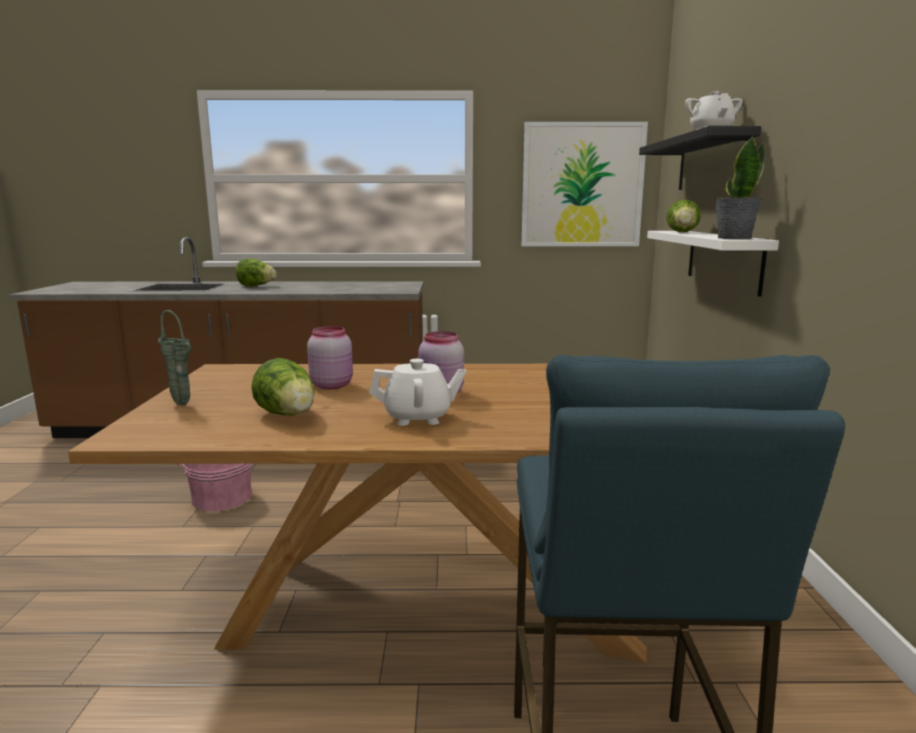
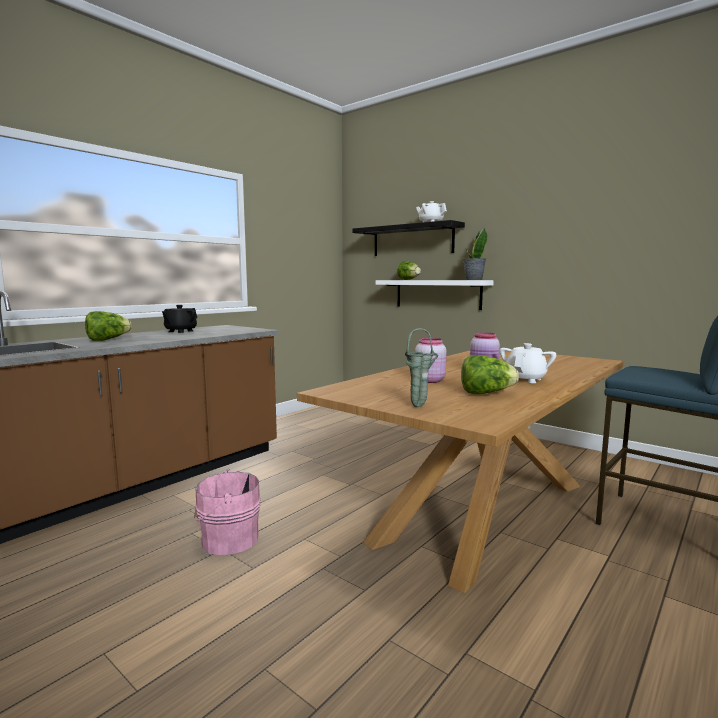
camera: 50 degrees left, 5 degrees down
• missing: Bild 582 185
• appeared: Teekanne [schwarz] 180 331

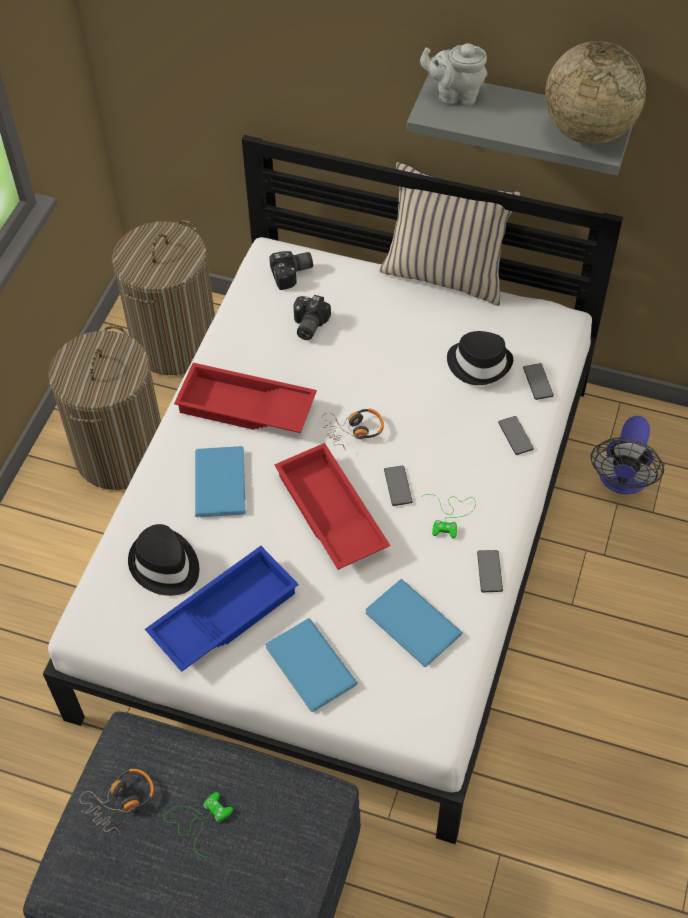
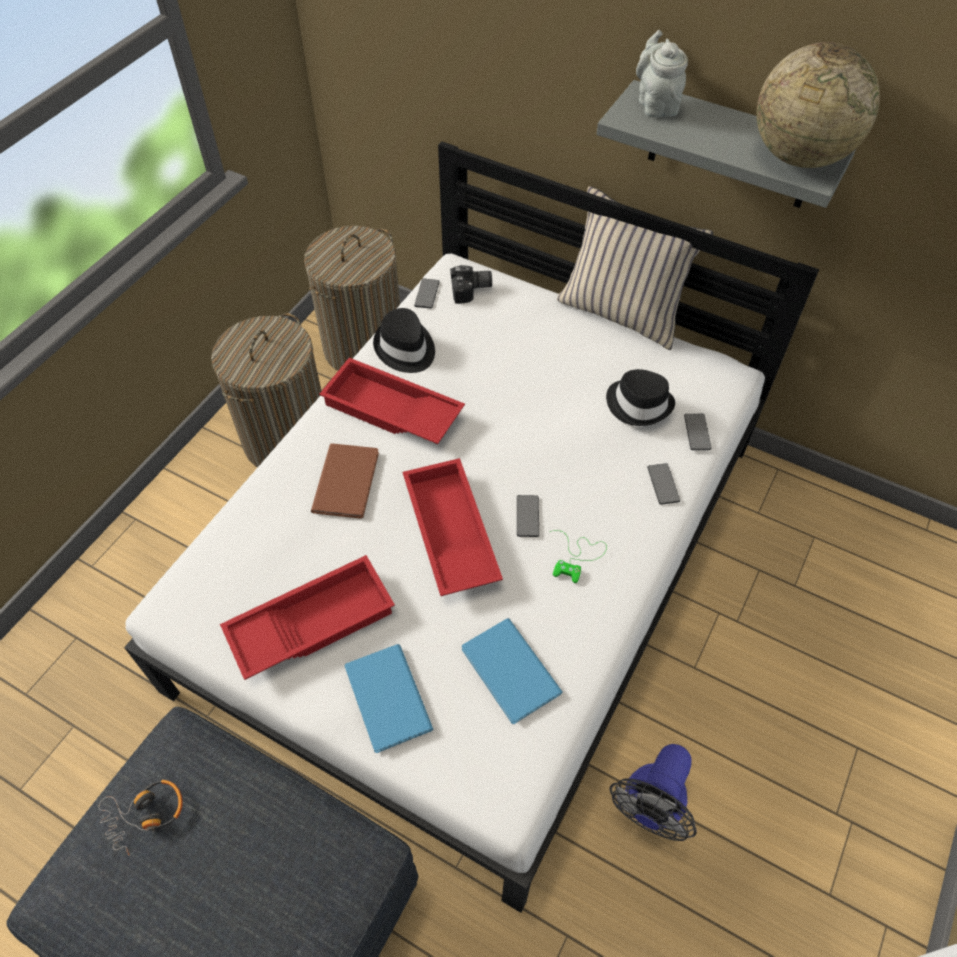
camera: 10 degrees right, 0 degrees up
• missing: Gamepad [grün] 197 820
• missing: Kamera 307 325
• missing: Kopfhörer 354 431
• relocated: Hut [schwarz] 164 565 to 405 349
• relocated: Handy 489 571 to 427 294
• relocated: Ventilator 622 481 to 651 807
• colour: Tablett [blau] 224 613 to Tablett [rot] 311 621
• colour: Buch [blau] 222 480 to Buch [braun] 349 480
• spun: Teekanne [grau] 455 95 = 656 104 60 degrees clockwise

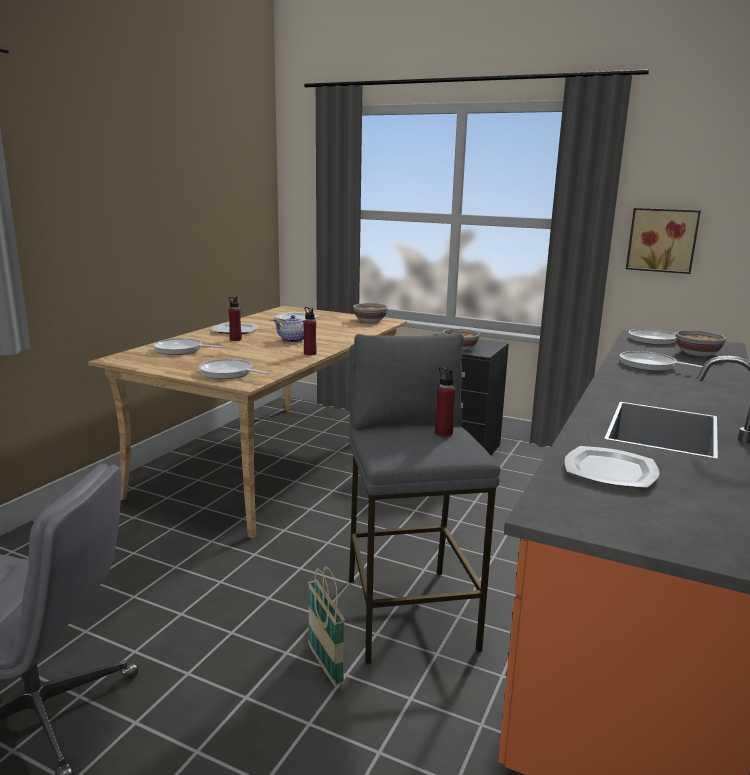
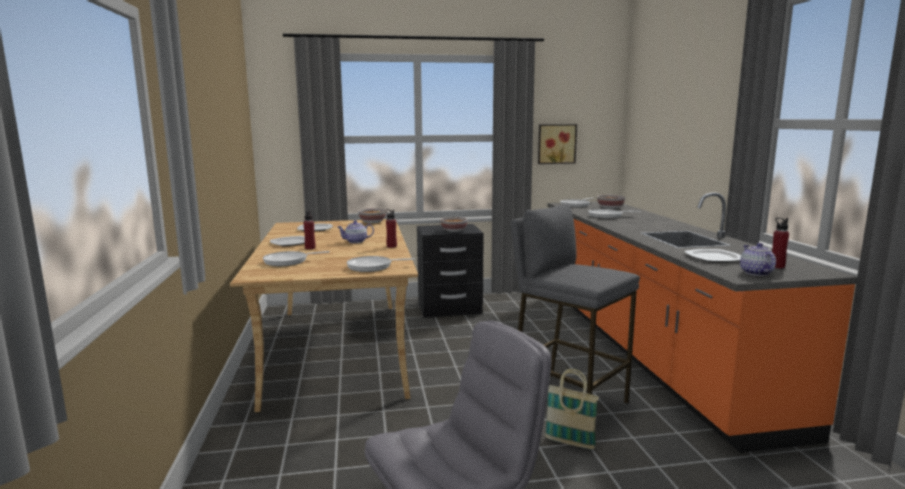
camera: 35 degrees left, 5 degrees down
• appeared: Teekanne 755 273
• relocated: Flasche [rot] 443 433 to 777 266

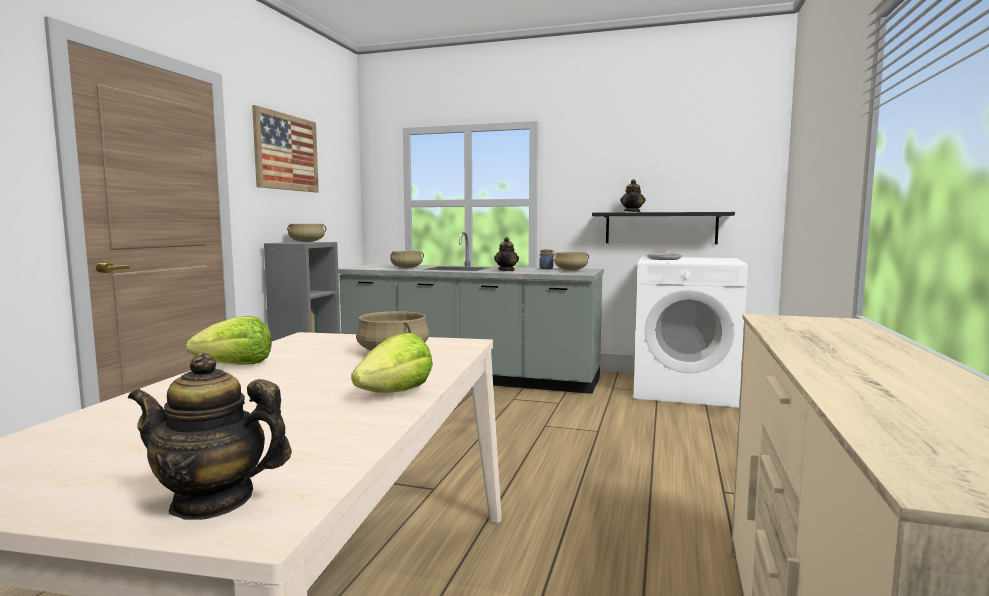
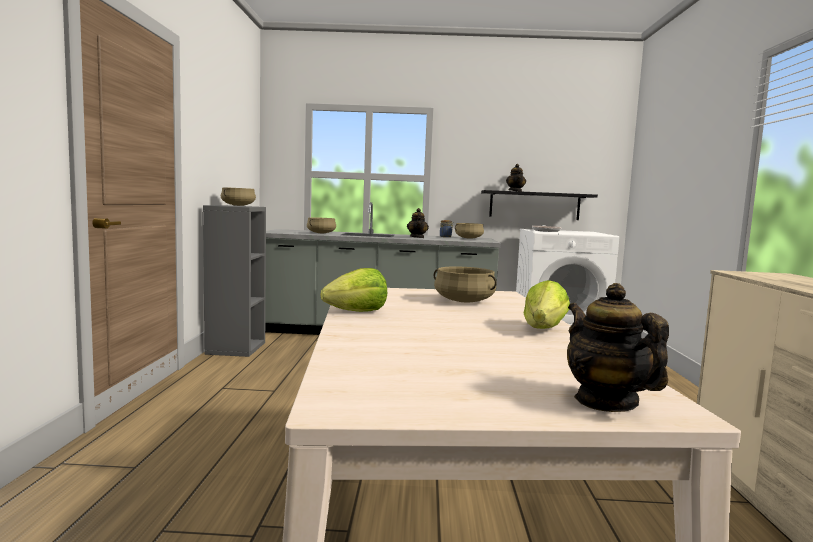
camera: 15 degrees left, 0 degrees up
• missing: Bild 286 152
• spun: Teekanne 212 501 = 606 402 75 degrees clockwise

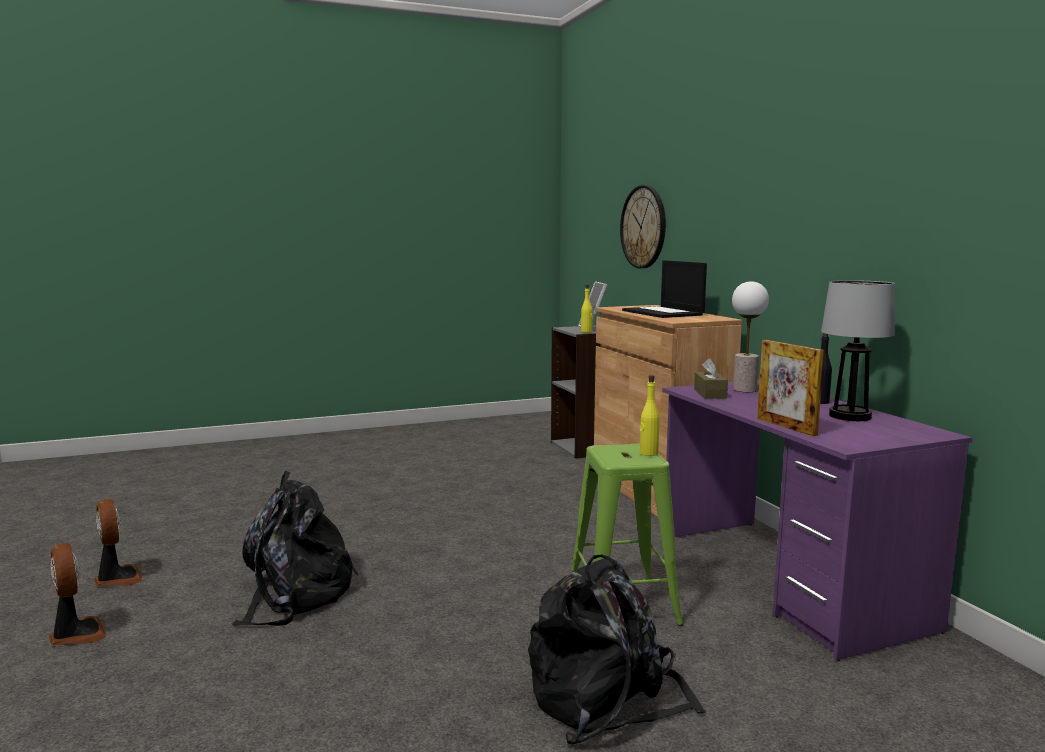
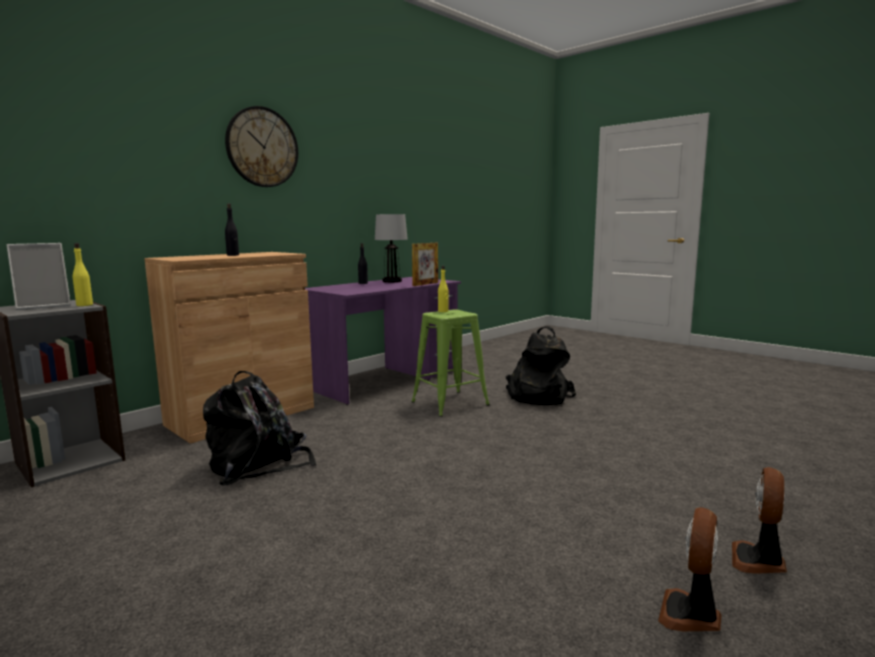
camera: 115 degrees left, 0 degrees up
• missing: Taschentuchbox [braun] 710 394
• missing: Tischlampe 745 389
• relocated: Rucksack [schwarz] 295 594 to 258 464
• relocated: Wanduhr 643 227 to 262 147
• exchanged: Laptop 663 313 to Flasche [schwarz] 233 255

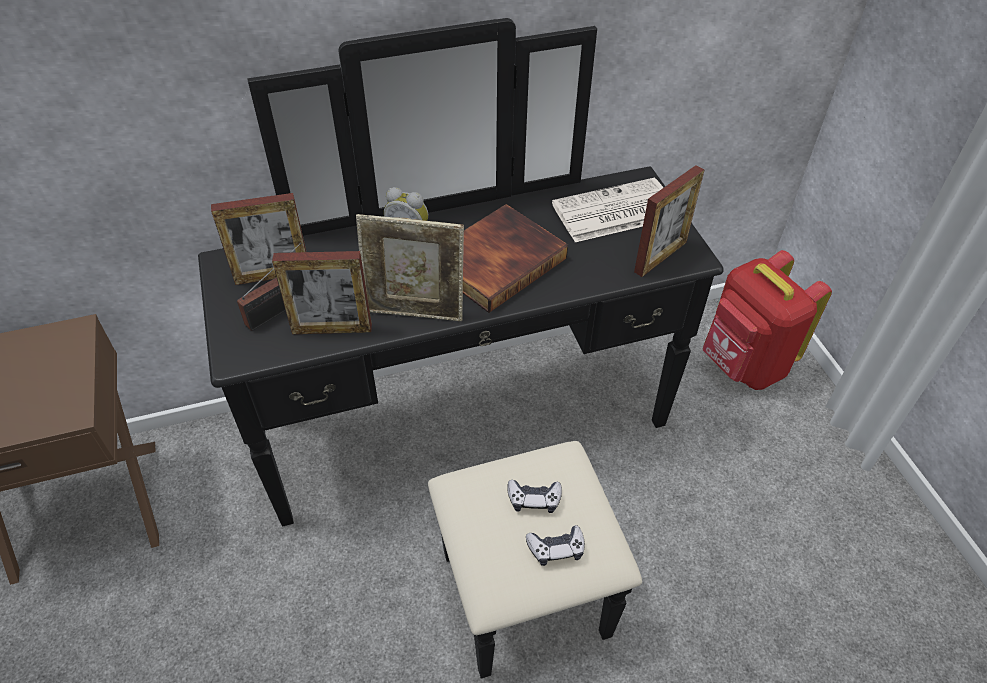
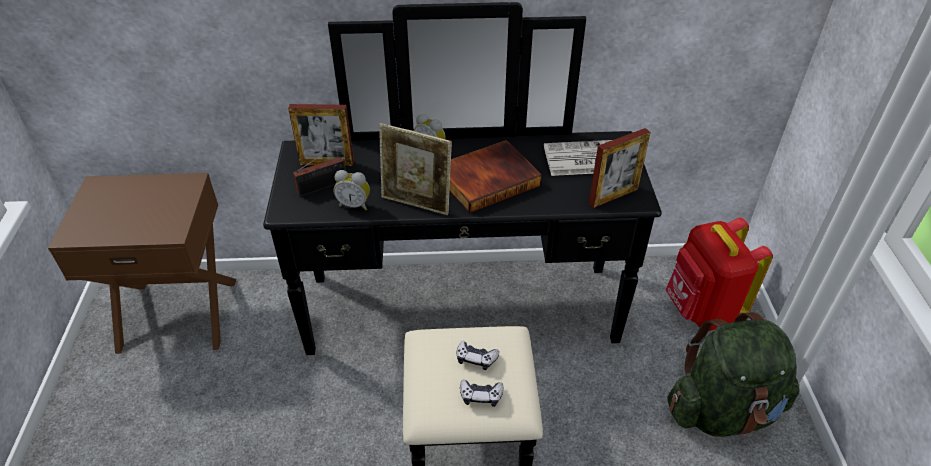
camera: 15 degrees right, 5 degrees down
• appeared: Rucksack [grün] 723 410
• exchanged: Bilderrahmen 332 329 to Wecker 354 205

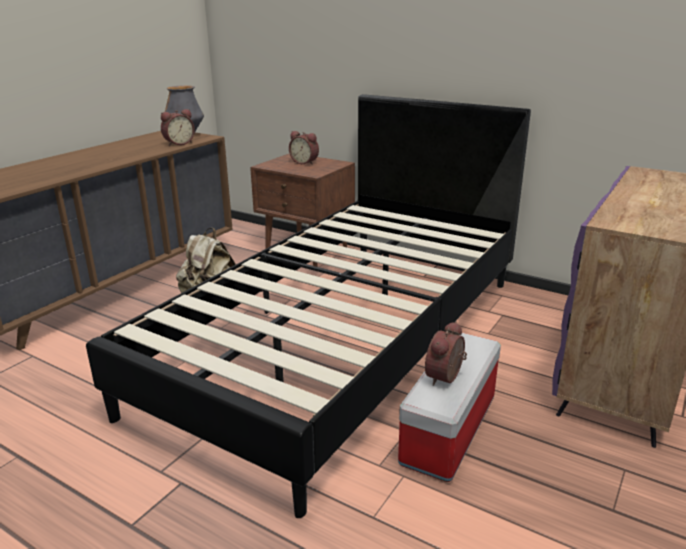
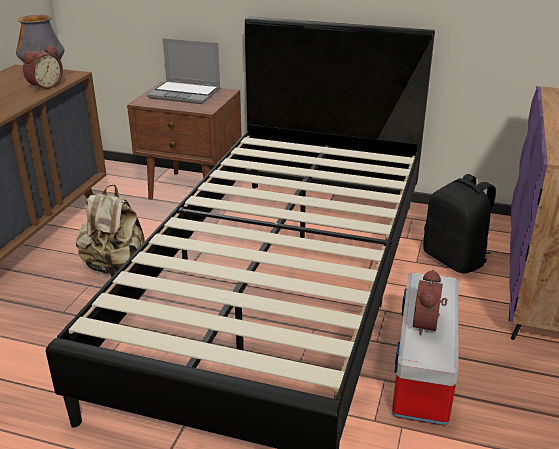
camera: 15 degrees left, 5 degrees up
• appeared: Rucksack [schwarz] 455 259
• exchanged: Wecker 305 162 to Laptop 186 94

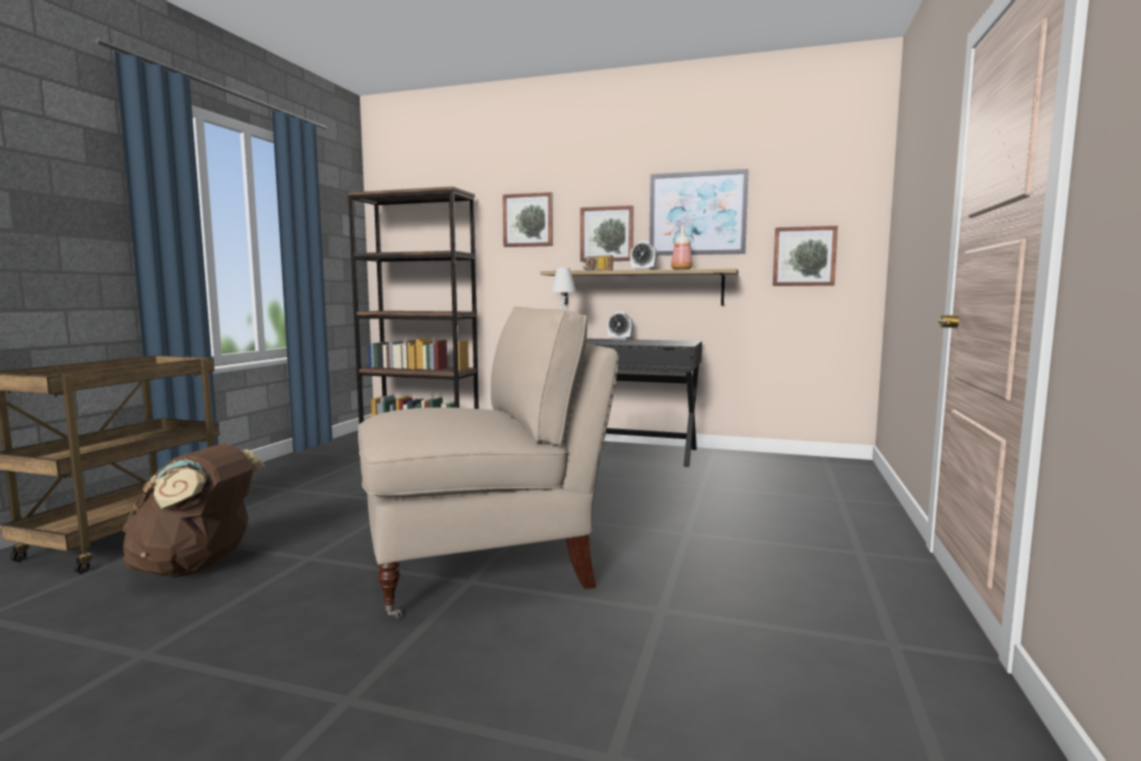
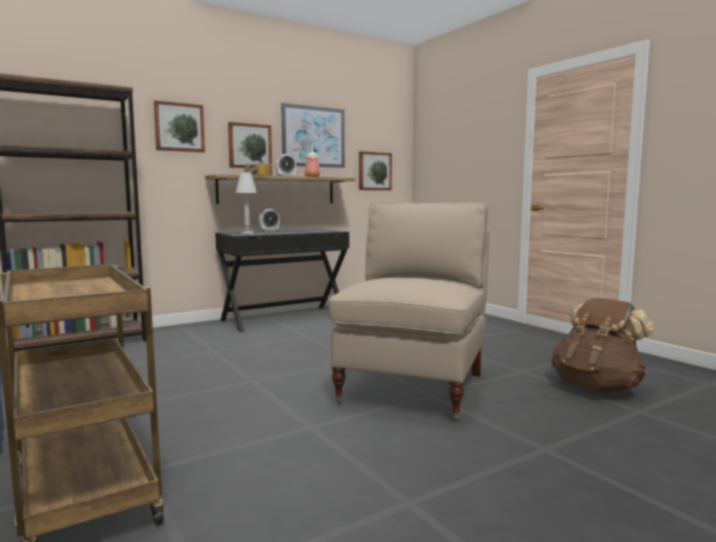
camera: 50 degrees left, 0 degrees up
• relocated: Rucksack [braun] 197 567 to 597 387

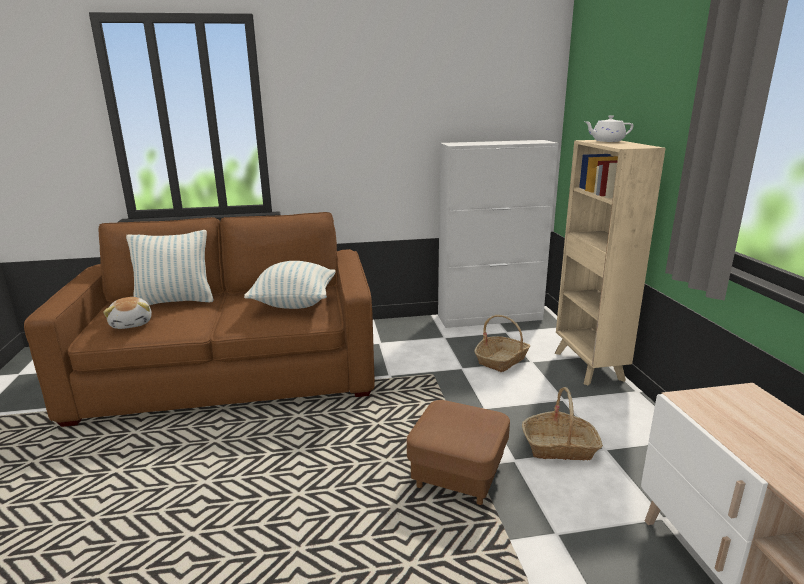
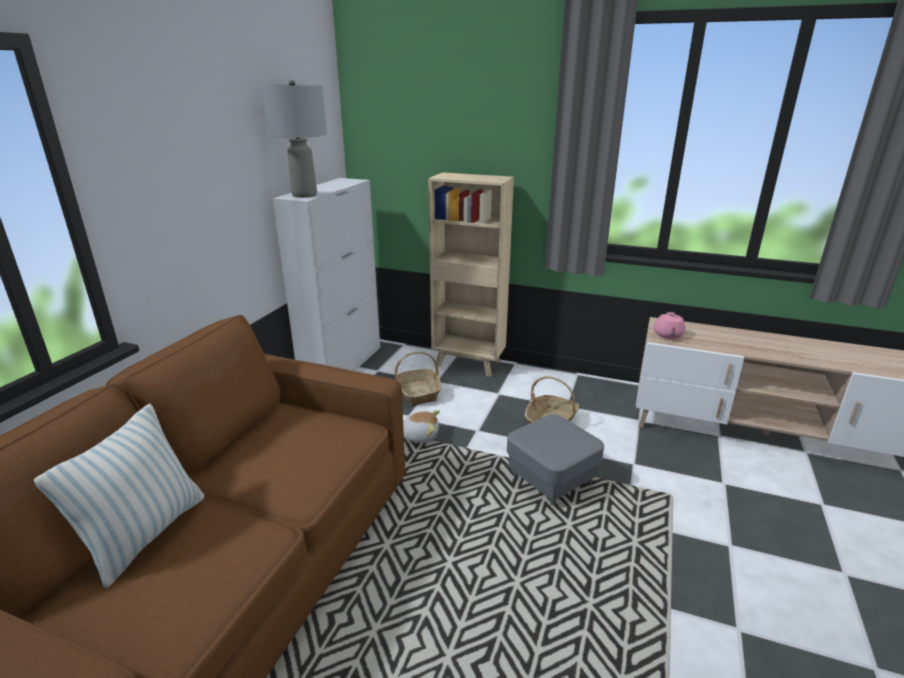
camera: 60 degrees left, 5 degrees up
• missing: Kissen 294 303
• missing: Teekanne [weiß] 607 141
• appeared: Tischlampe [grau] 304 195
• appeared: Teekanne [rosa] 668 335
• relocated: Plüschtier 132 323 to 420 435
• colour: Polsterhocker [braun] 458 475 to Polsterhocker [grau] 551 479

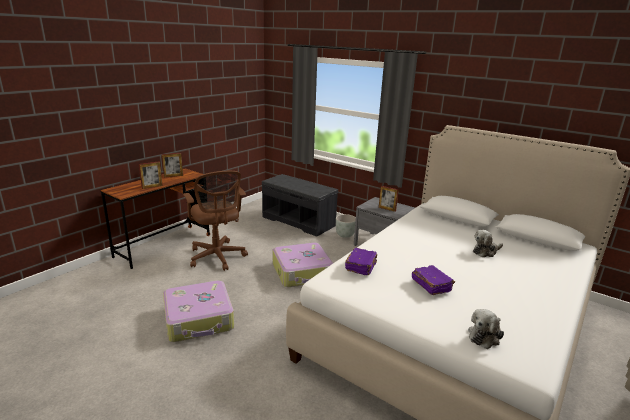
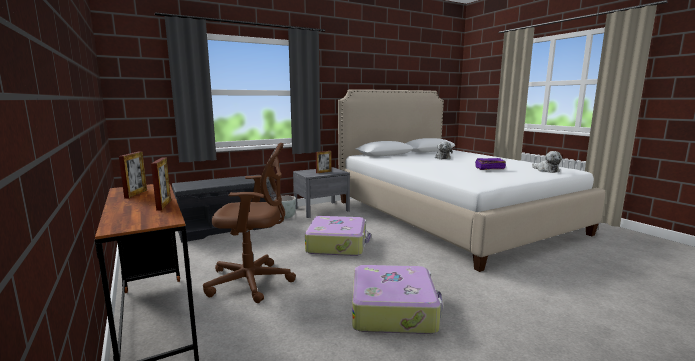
camera: 65 degrees left, 10 degrees down
• missing: Buch [lila] 361 267

